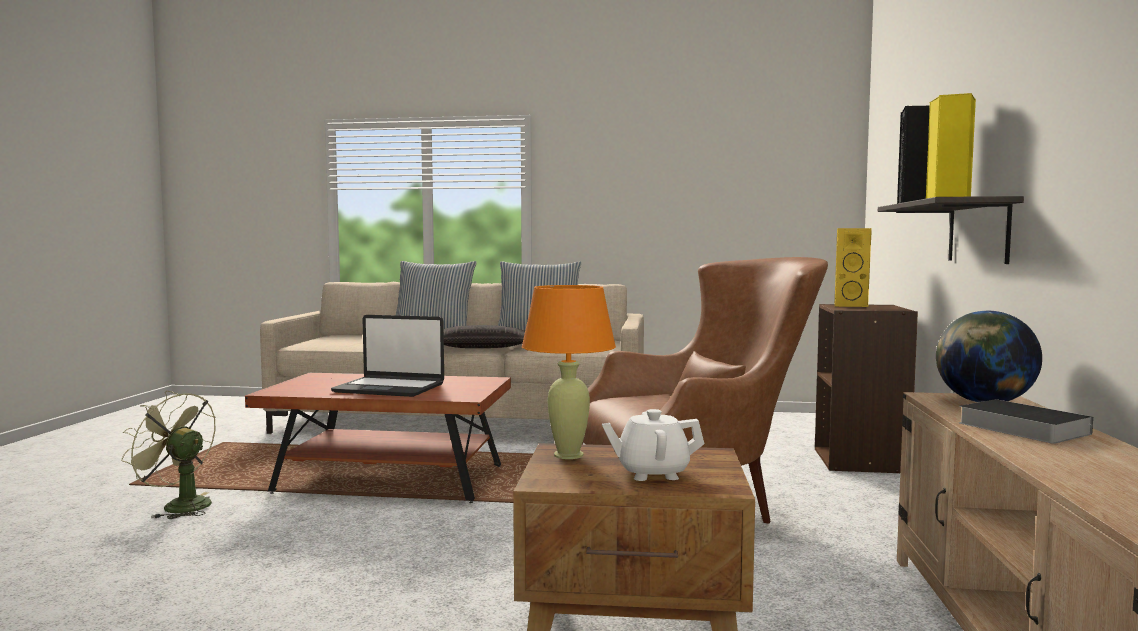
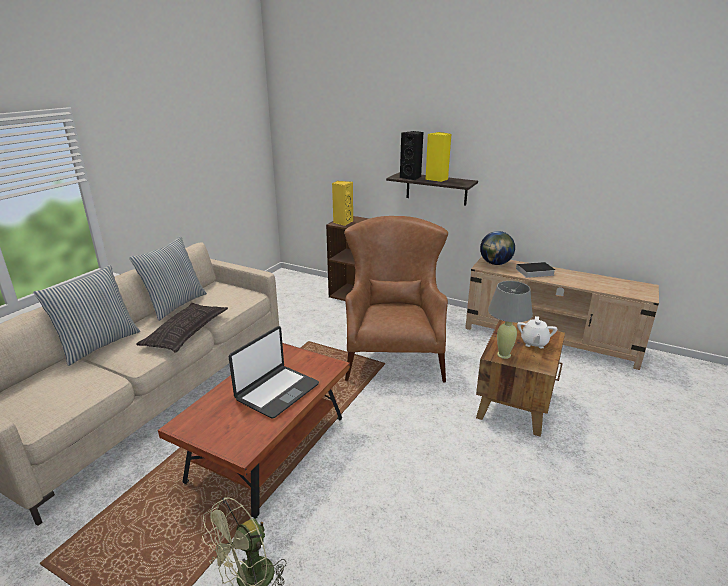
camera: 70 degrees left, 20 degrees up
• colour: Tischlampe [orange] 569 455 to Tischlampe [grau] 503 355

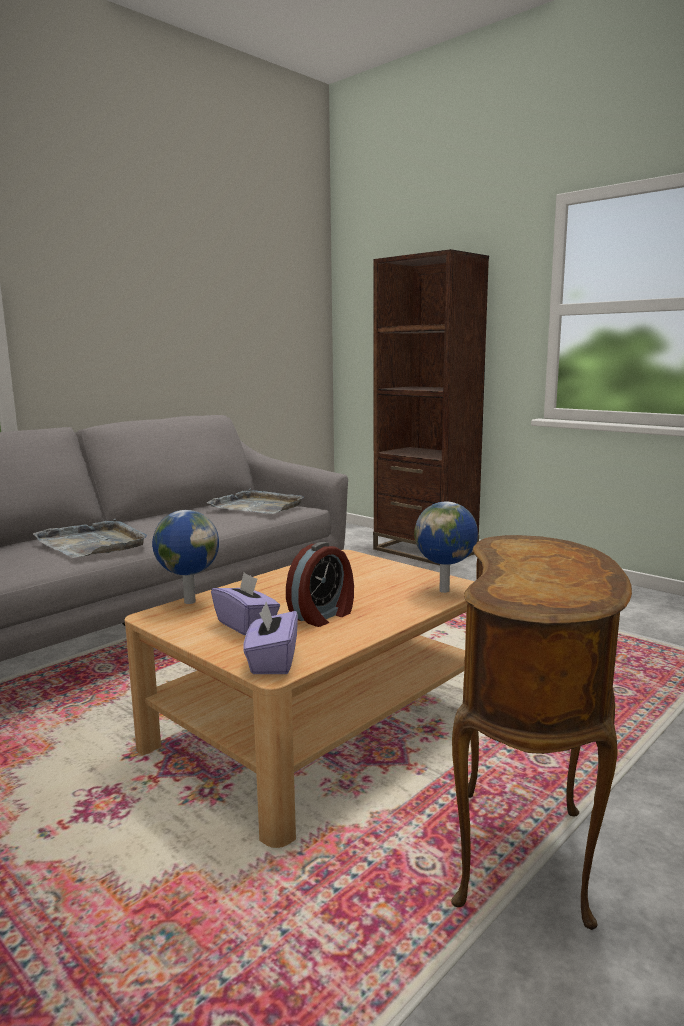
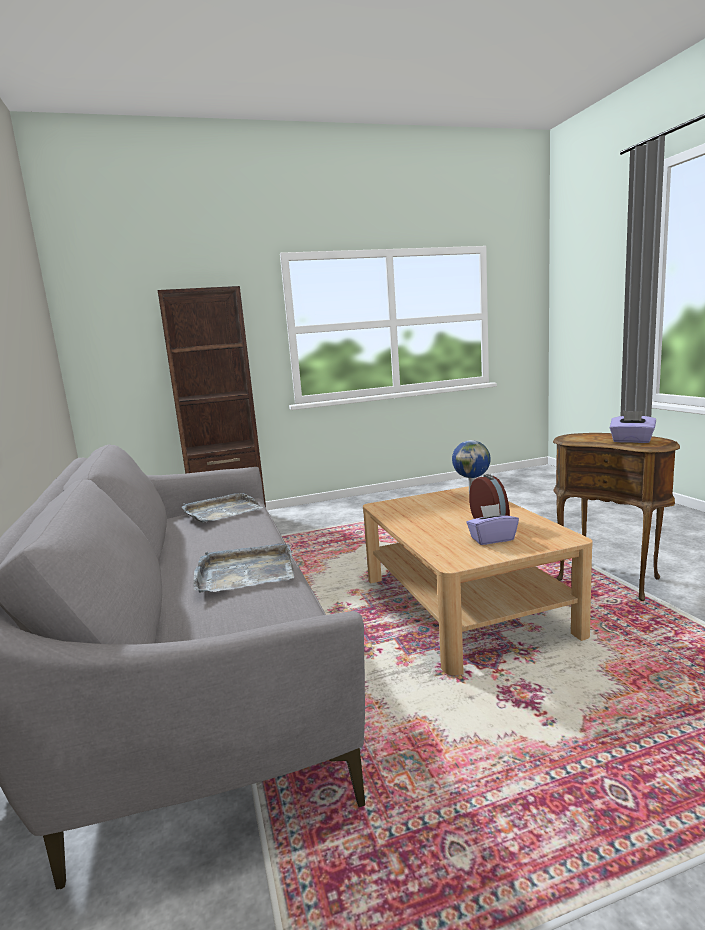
camera: 60 degrees left, 0 degrees up
• missing: Globus 189 601
• relocated: Taschentuchbox [lila] 272 661 to 631 441

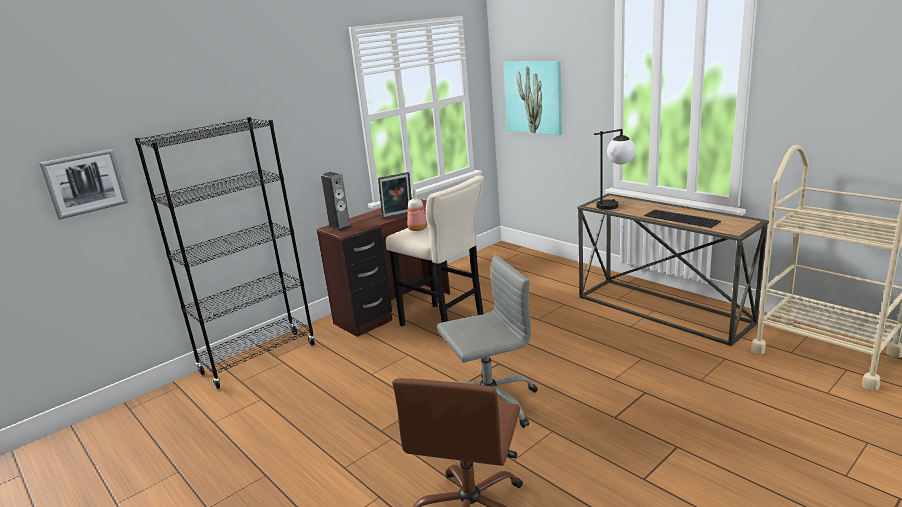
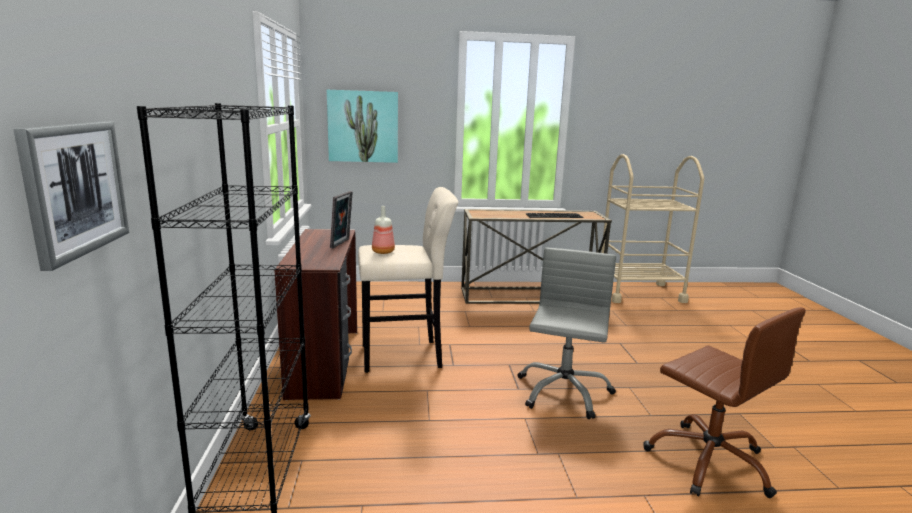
camera: 55 degrees left, 5 degrees down
• missing: Lautsprecher 339 227
• missing: Tischlampe 615 205

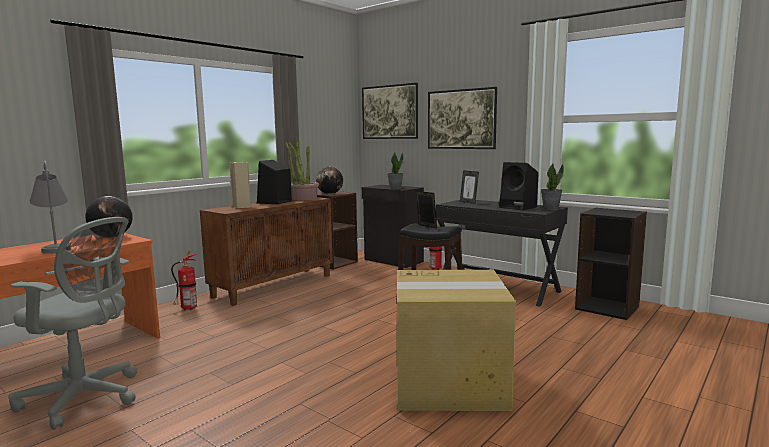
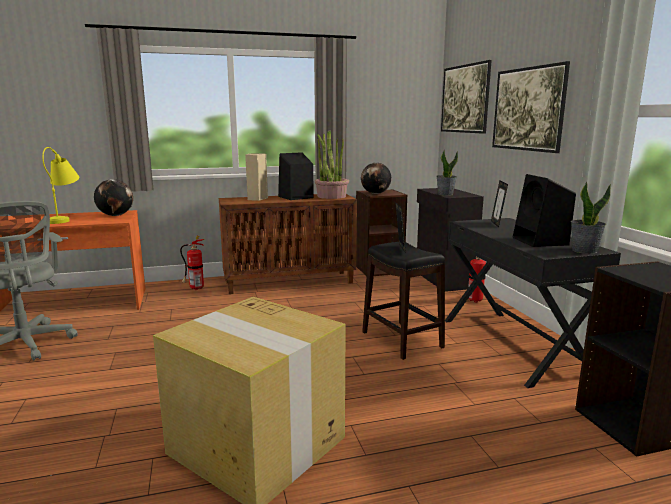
camera: 35 degrees right, 5 degrees up
• colour: Tischlampe [grau] 56 247 to Tischlampe [gelb] 66 219

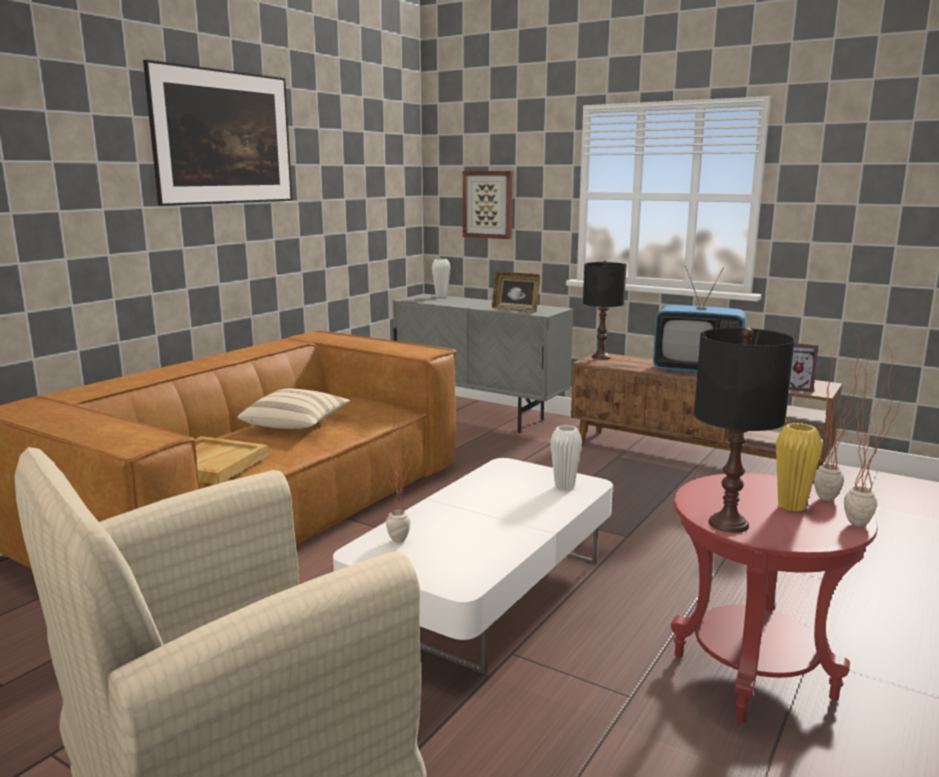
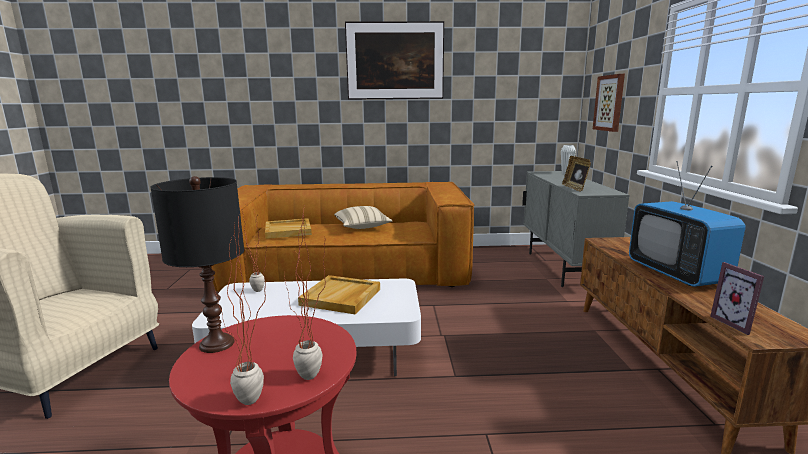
camera: 55 degrees right, 0 degrees up
• missing: Vase [weiß] 564 486
• missing: Tischlampe [schwarz] 600 357
• missing: Vase [gelb] 791 506
• appeared: Tablett [beige] 341 297

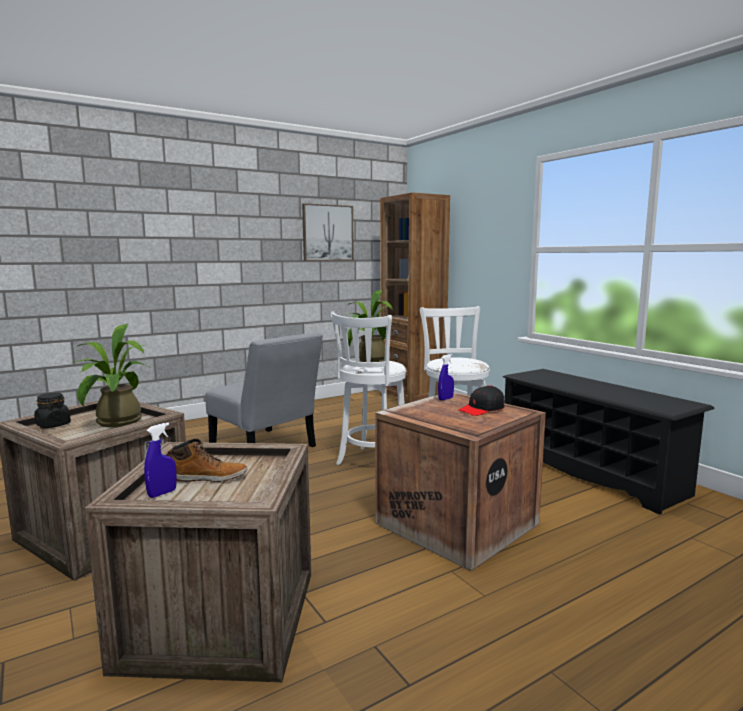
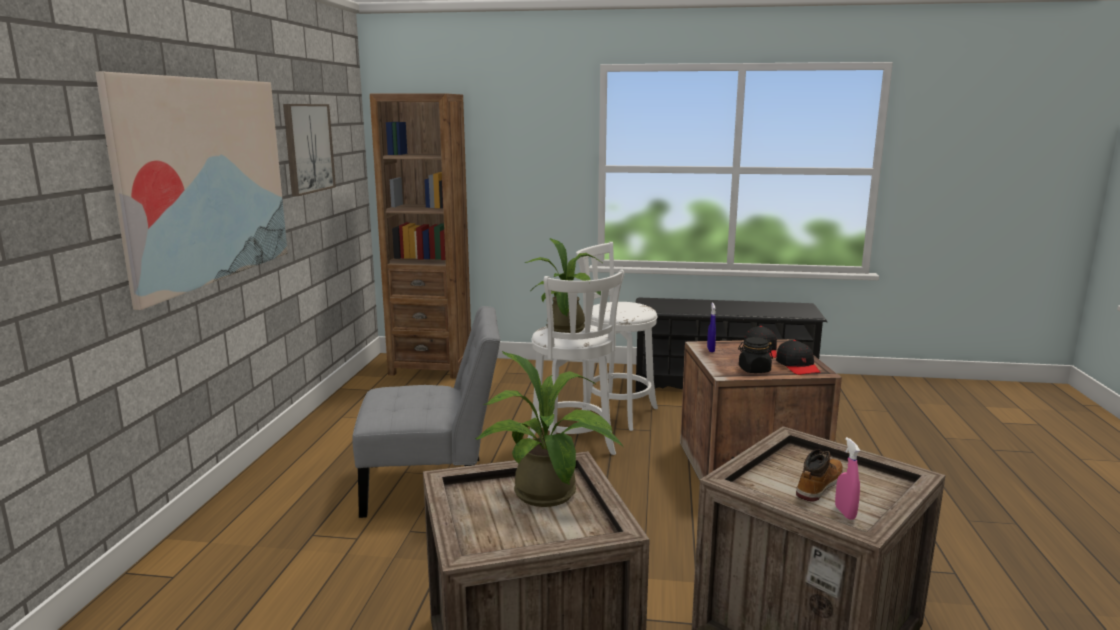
camera: 50 degrees left, 5 degrees up
• appeared: Bild 206 181
• appeared: Kappe [schwarz] 797 366
• relocated: Vorratsglas [schwarz] 53 425 to 754 370
• colour: Sprühflasche [blau] 162 493 to Sprühflasche [rosa] 845 513

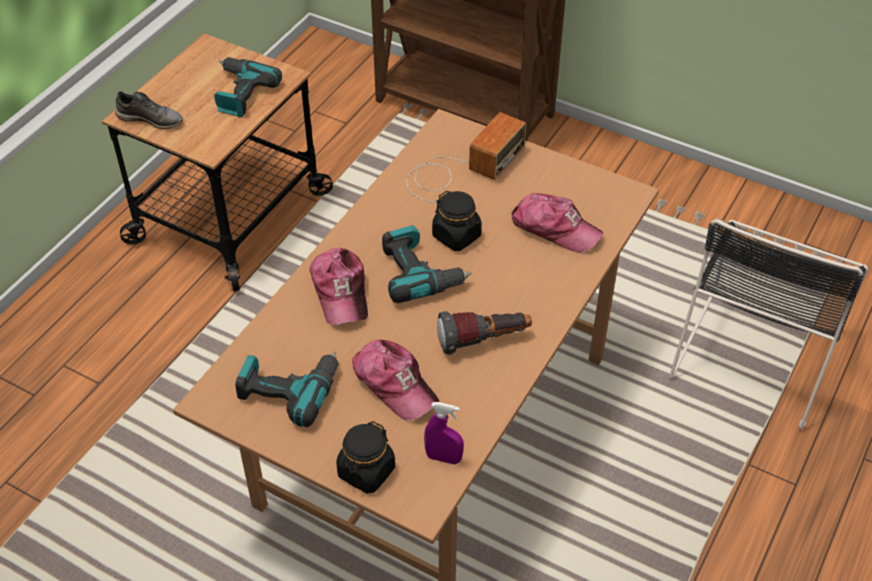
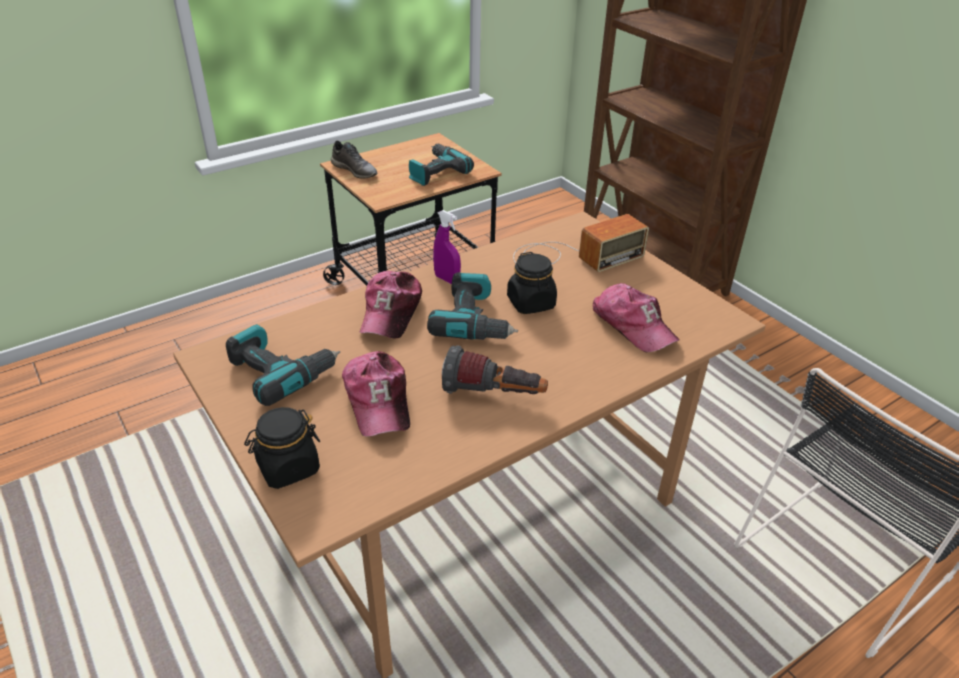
camera: 25 degrees right, 10 degrees down
• relocated: Sprühflasche [lila] 443 458 to 447 279

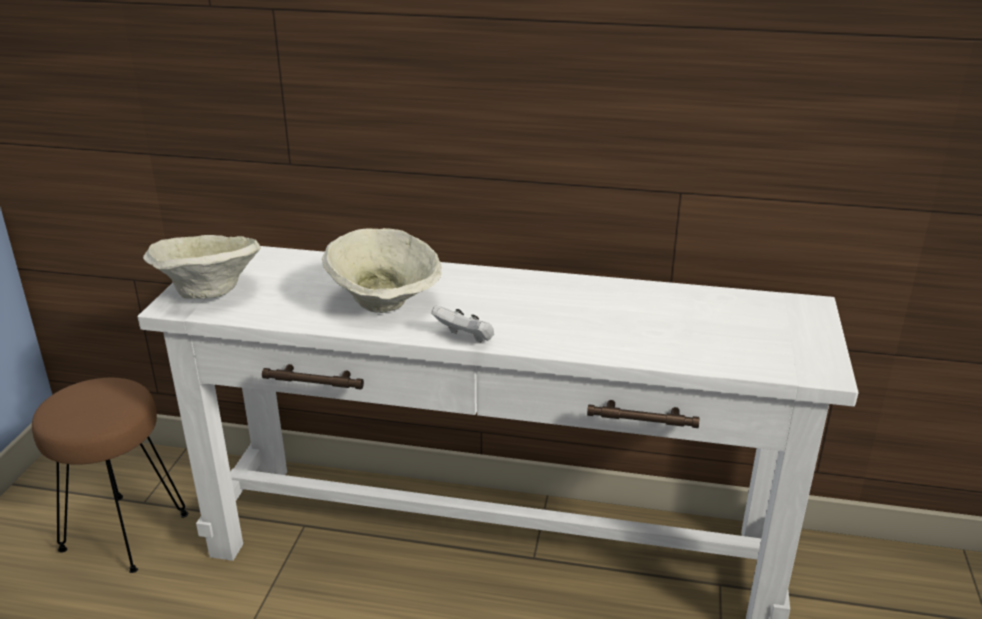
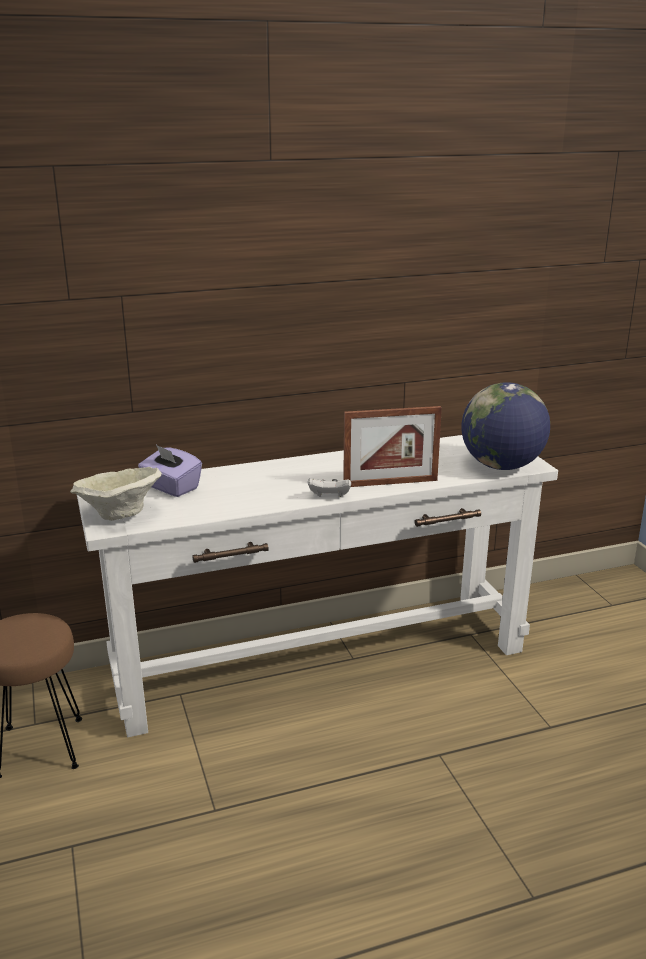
camera: 30 degrees left, 5 degrees down
• missing: Schüssel [beige] 385 303
• appeared: Taschentuchbox [lila] 171 487
• appeared: Bilderrahmen 390 483
• appeared: Globus 501 466

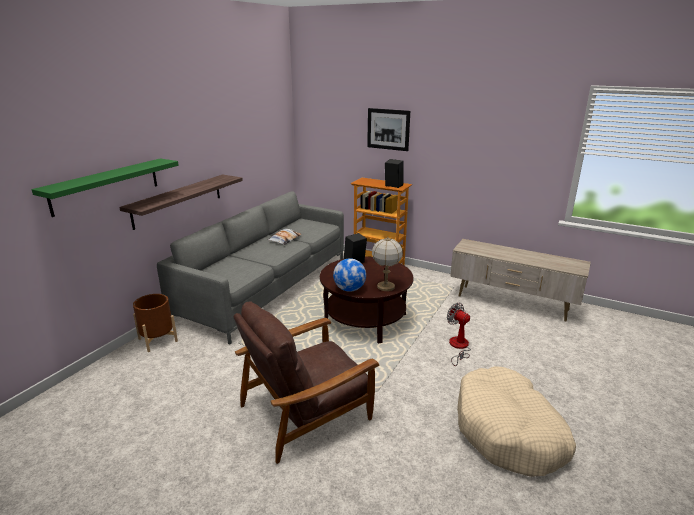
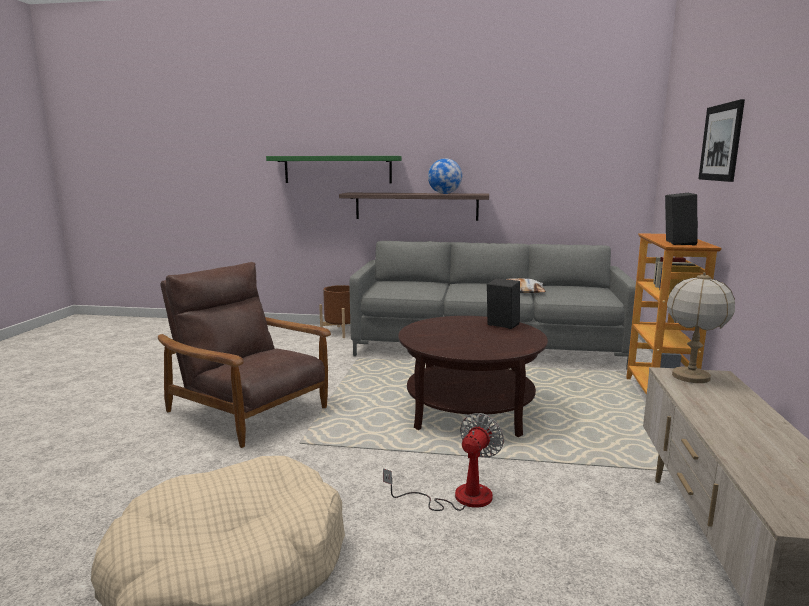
camera: 70 degrees right, 10 degrees down
• relocated: Globus 349 289 to 444 193
• relocated: Tischlampe 385 287 to 690 376

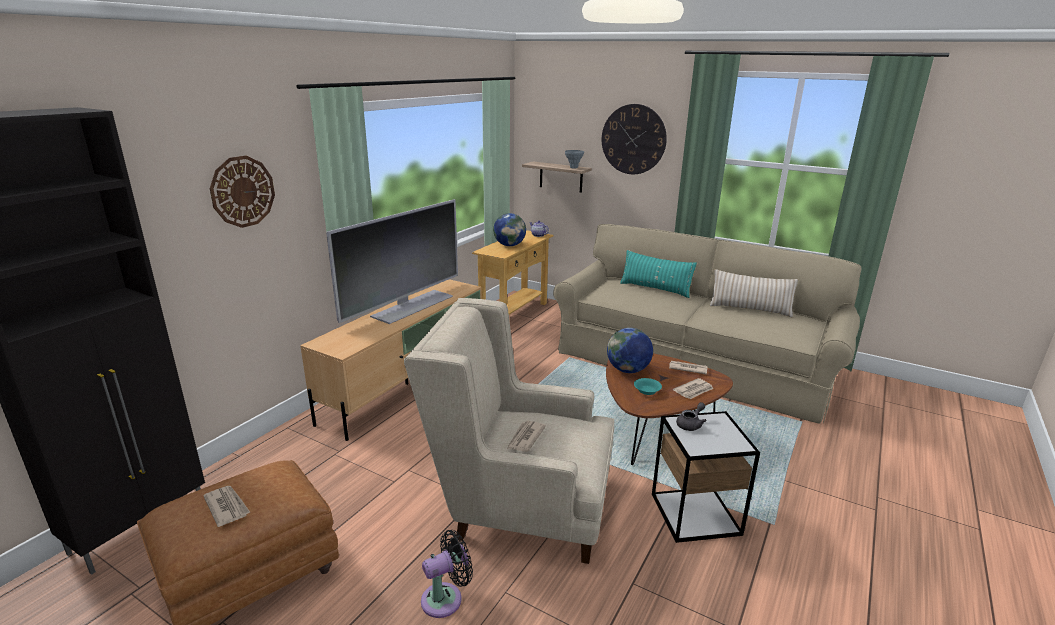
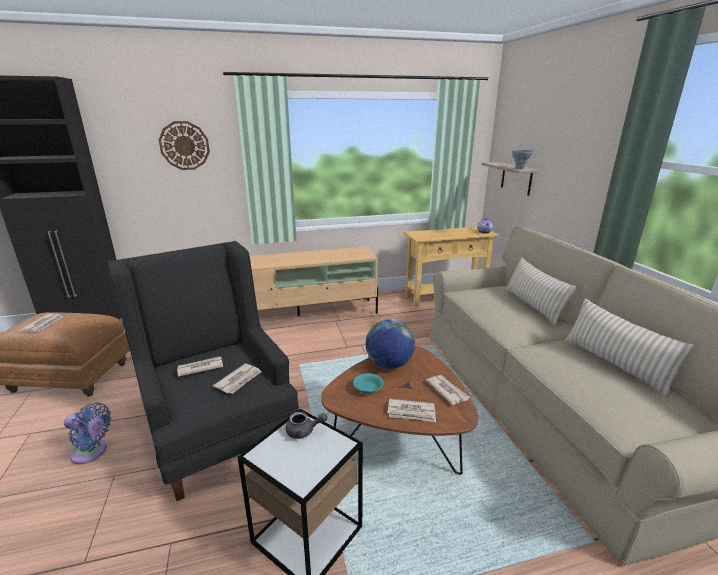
camera: 45 degrees right, 0 degrees up
• missing: Fernseher 411 306
• missing: Globus 509 245
• missing: Wanduhr 633 139
• appeared: Zeitung 239 380
• colour: Sessel [beige] 519 504 to Sessel [schwarz] 218 426
• colour: Ventilator [schwarz] 446 598 to Ventilator [blau] 92 452
• colour: Kissen [türkis] 655 288 to Kissen [beige] 533 305

